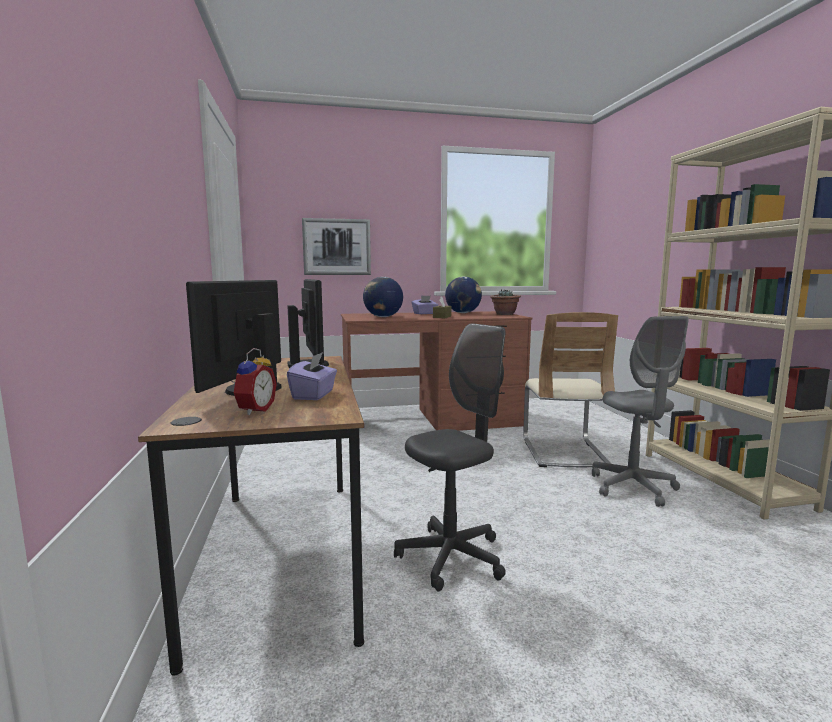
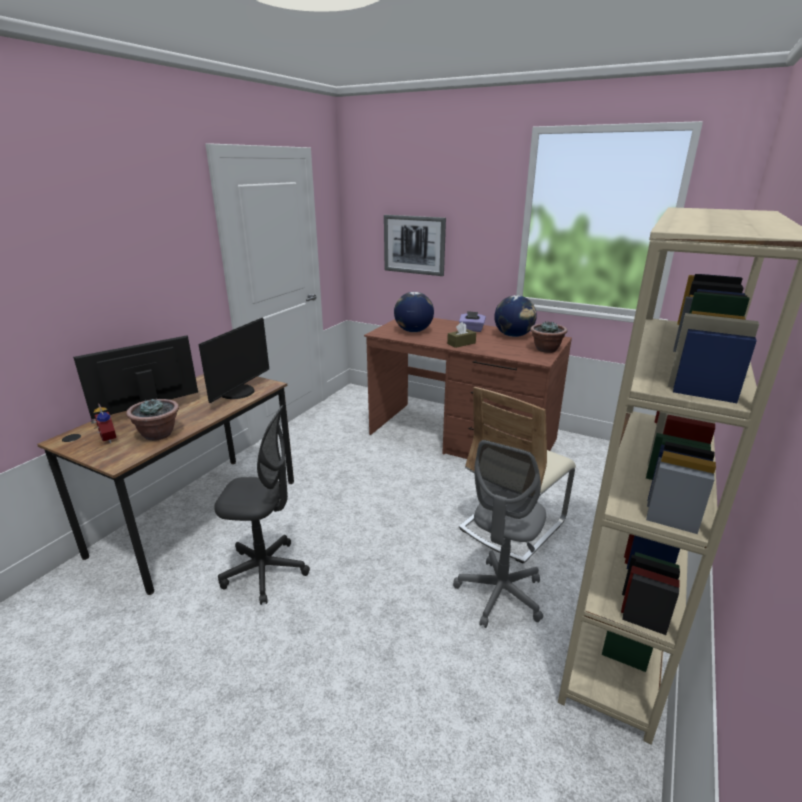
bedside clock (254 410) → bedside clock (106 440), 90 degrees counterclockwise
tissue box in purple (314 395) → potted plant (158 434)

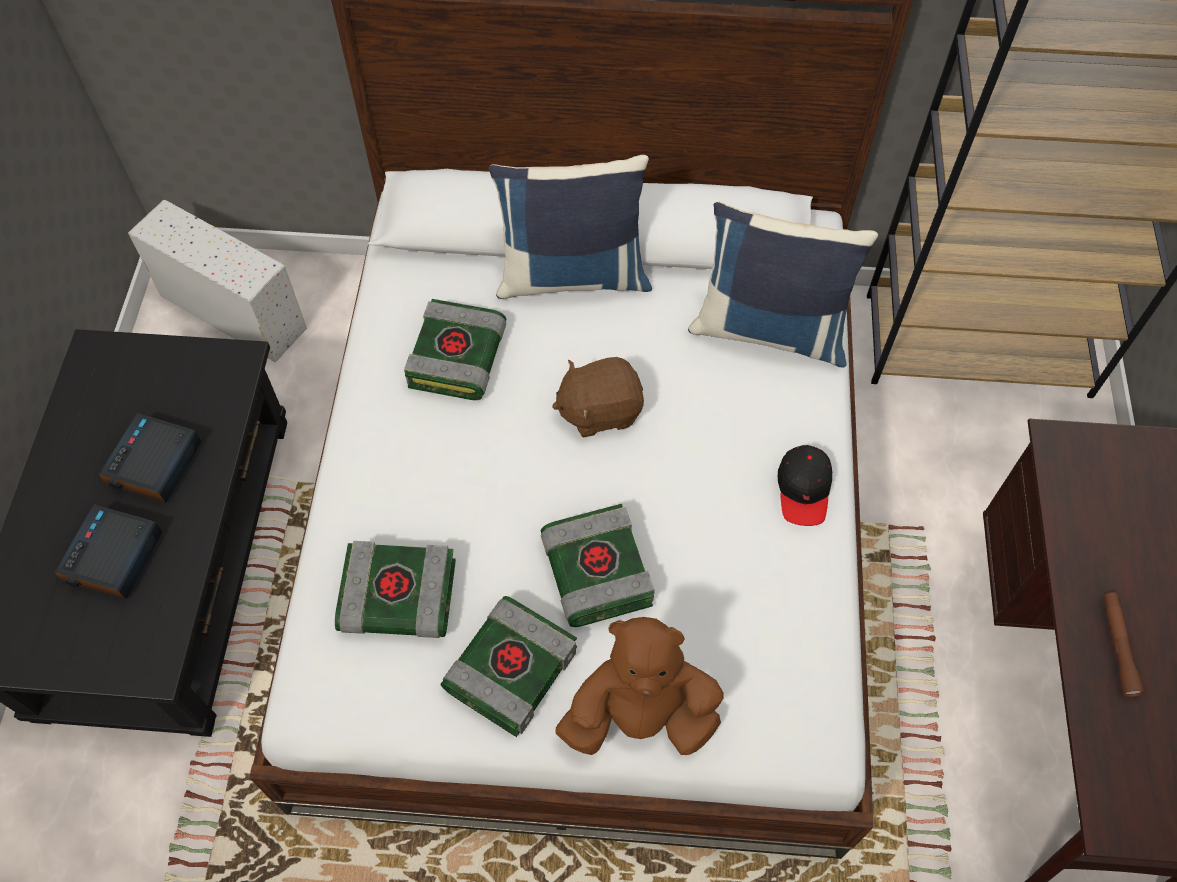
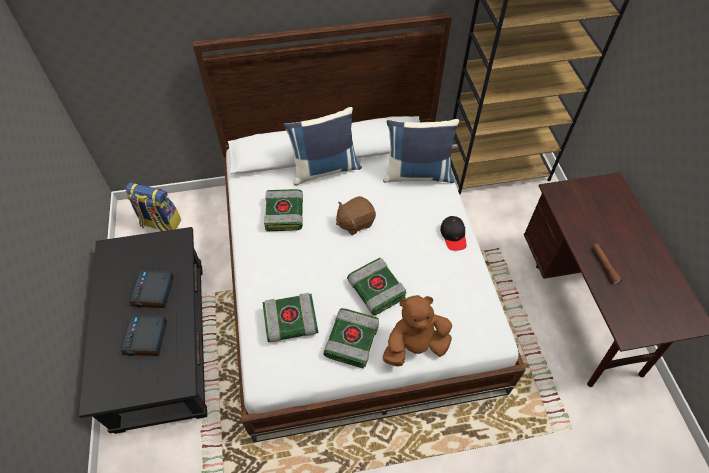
storage box in whitish (231 311) → backpack (160 223)

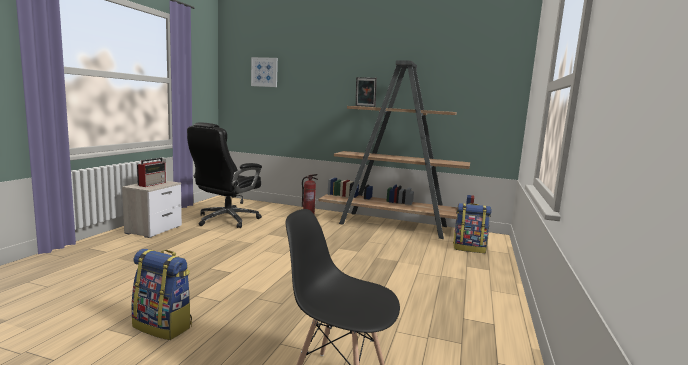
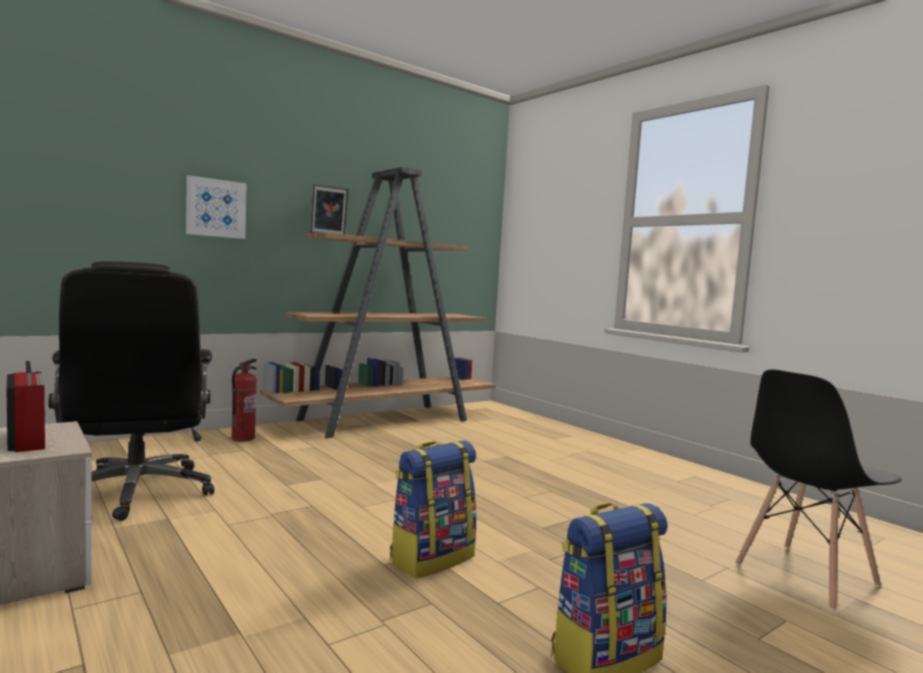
wall picture (264 72) → wall picture (216 208), move
backpack (469 248) → backpack (431 558), move

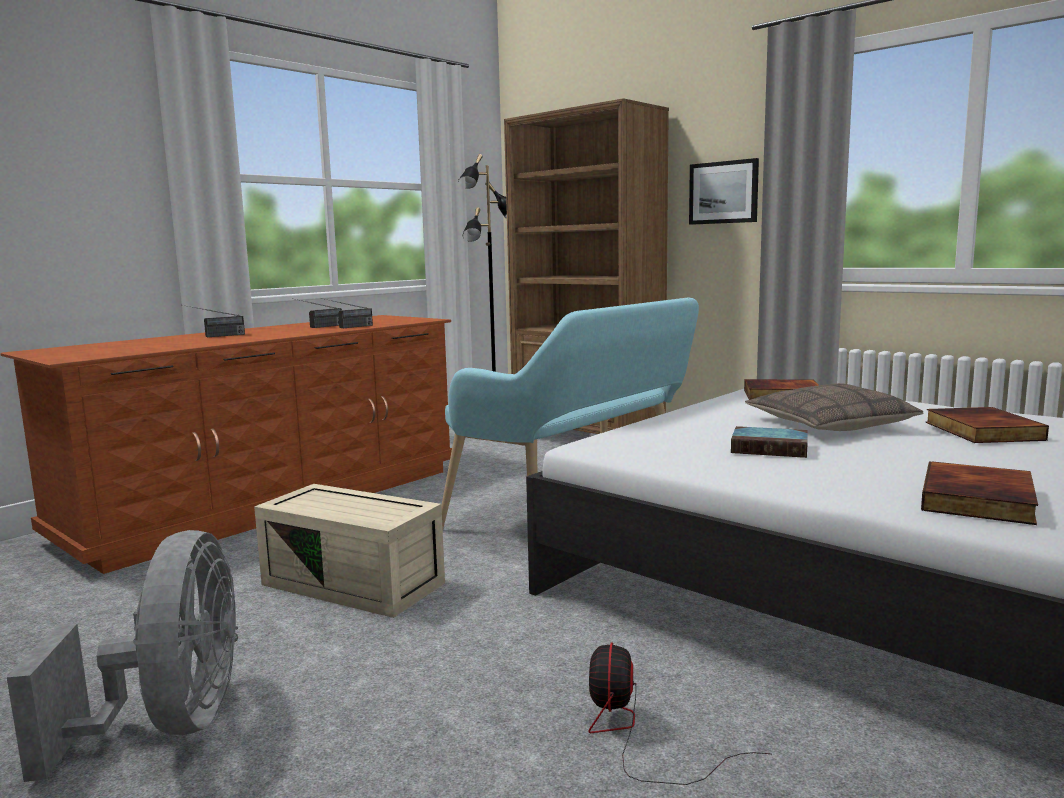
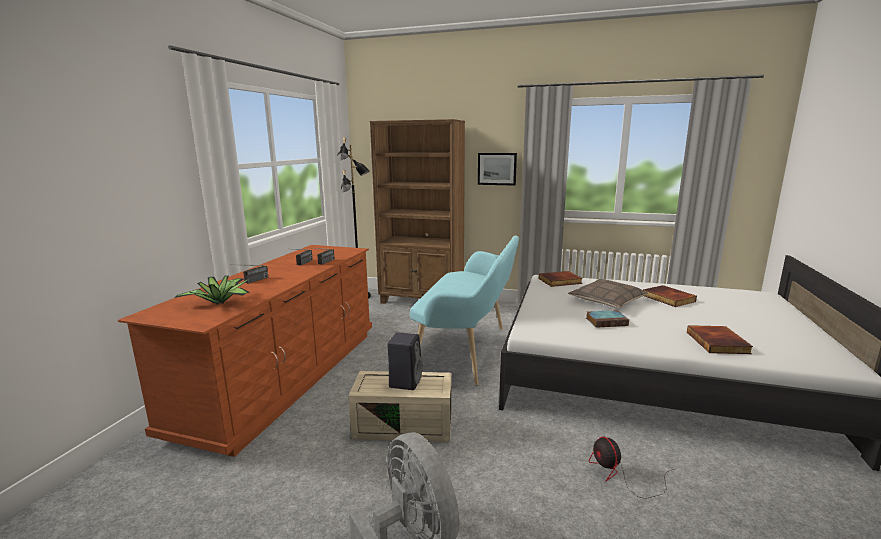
- → potted plant (221 302)
- → audio speaker in black-coloured (405 381)

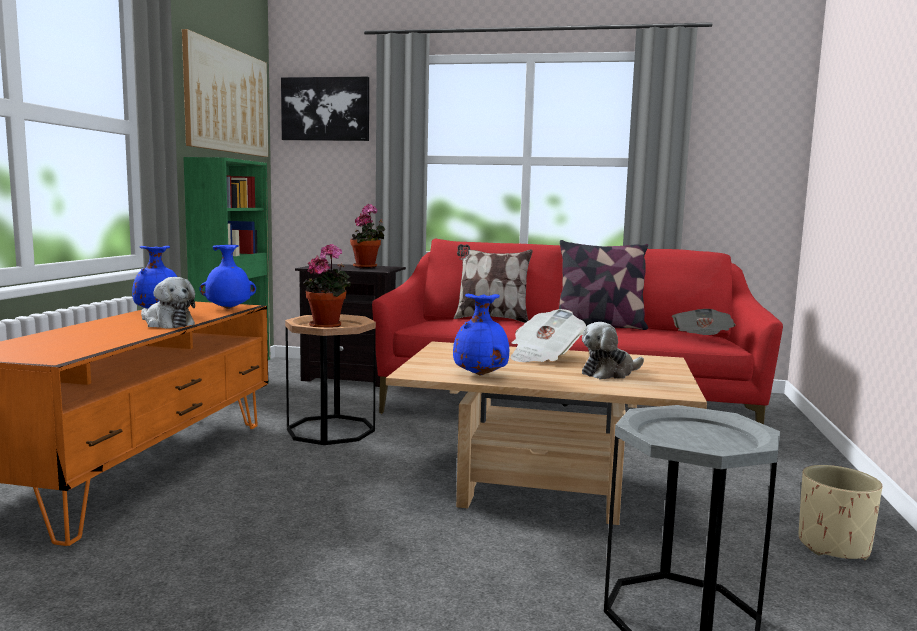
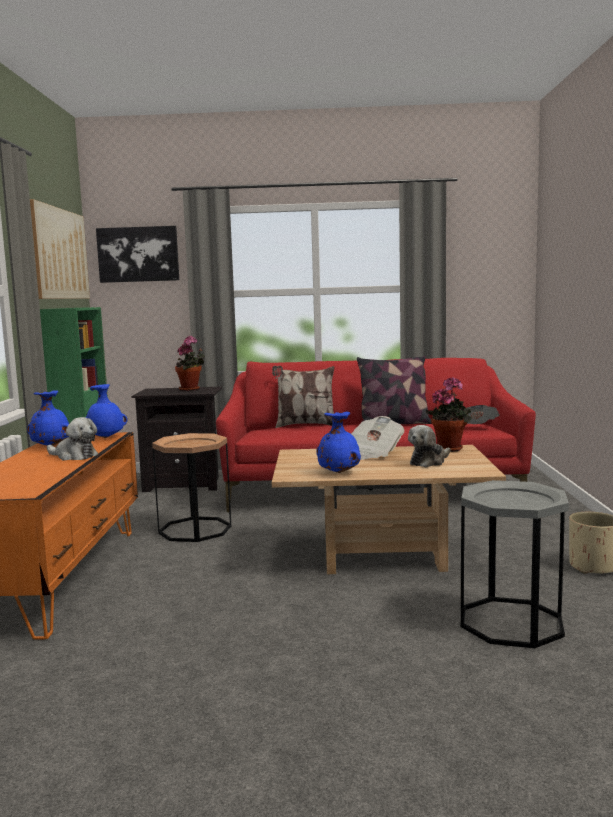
potted plant (328 326) → potted plant (450 448), move

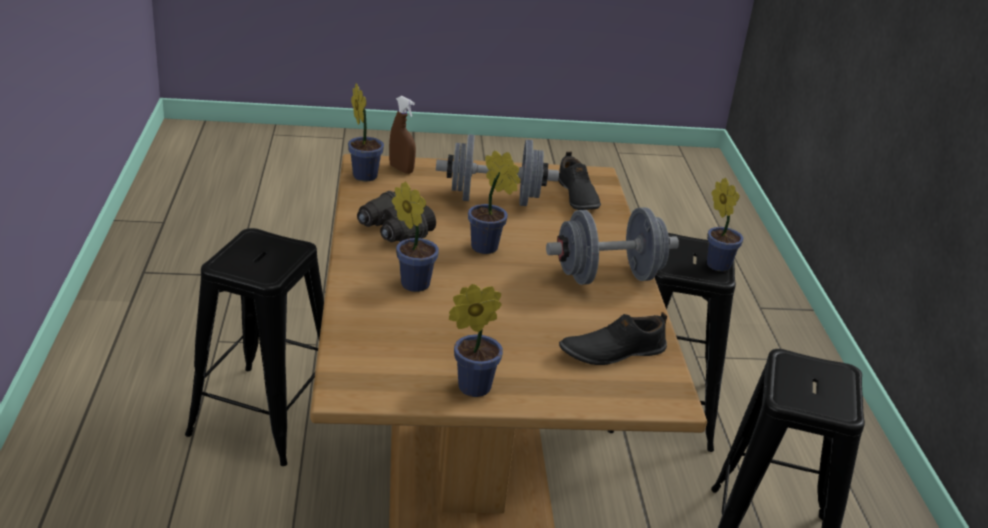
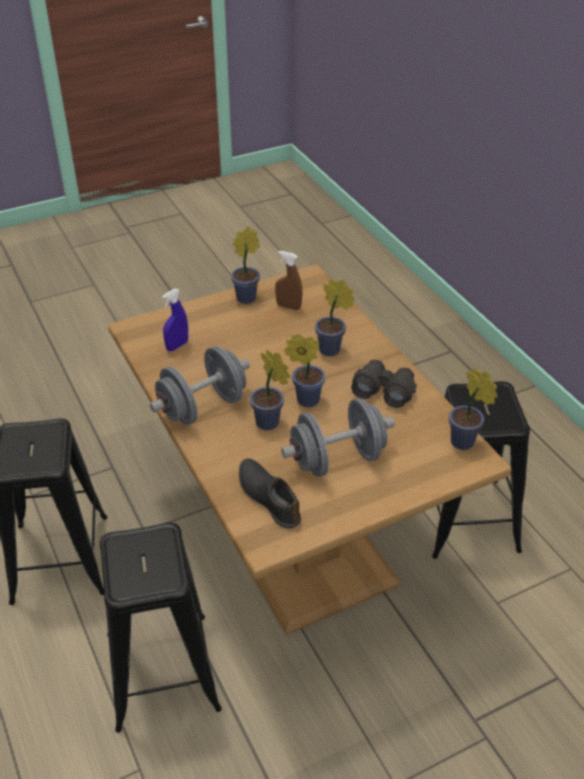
item of footwear in black-coloured (612 351) → hand sprayer in blue (177 346)
potted plant (716 263) → potted plant (270 424), move
hand sprayer in brown (401 169) → hand sprayer in brown (288 307), move

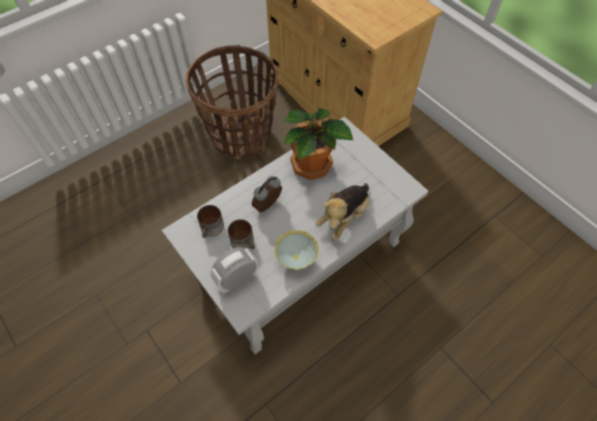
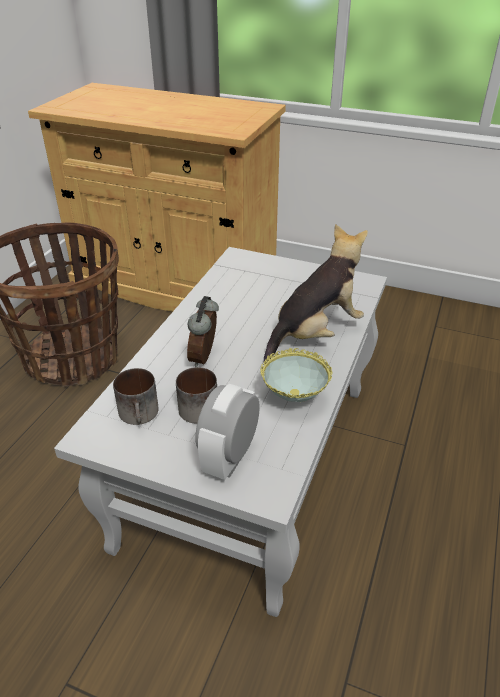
cuddly toy (344 217) → cuddly toy (315 333), 135 degrees counterclockwise
potted plant (312 166) → -

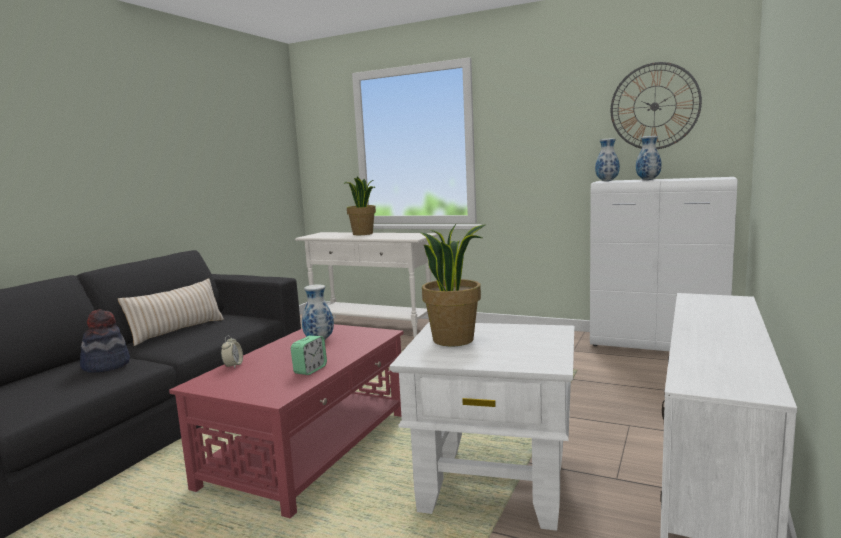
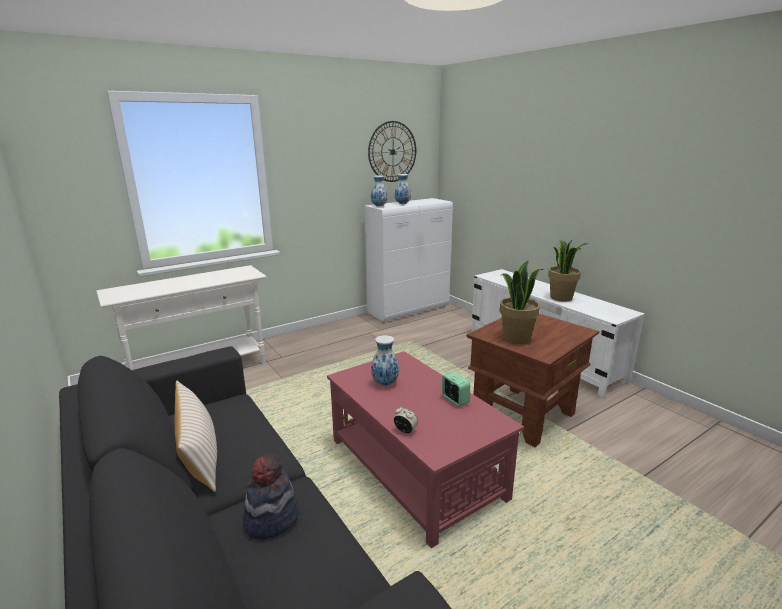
side table in whitish (494 487) → side table in brown (524 415)
potted plant (363 234) → potted plant (561 298), move

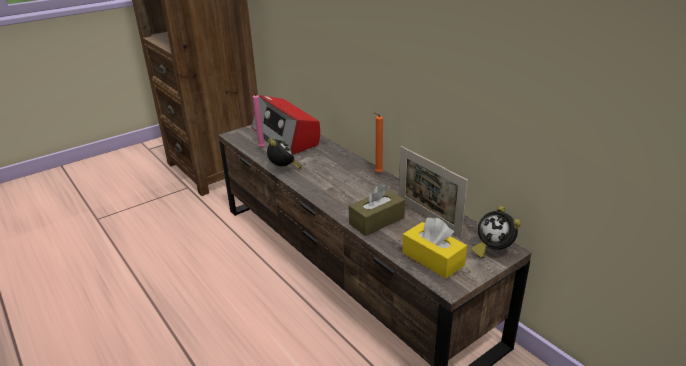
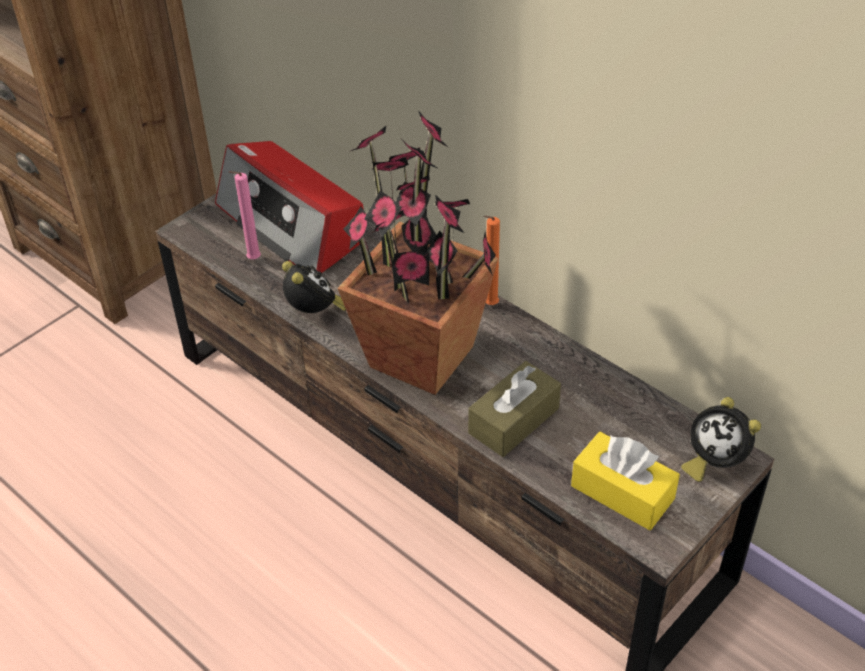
- → potted plant (421 358)
standing frame (428 217) → -

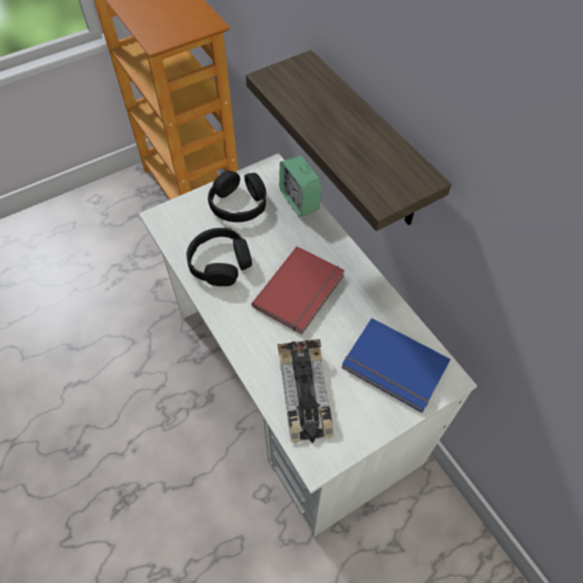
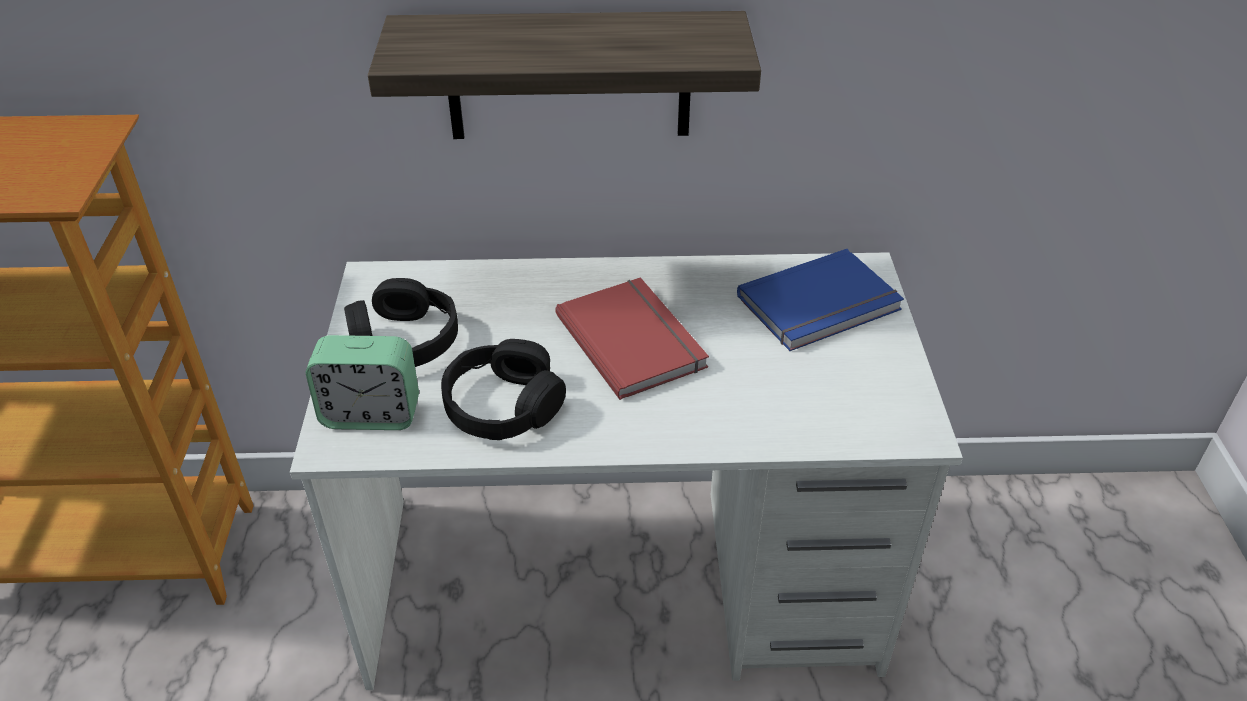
bedside clock (299 200) → bedside clock (371 414), move
miniature car (305 395) → -

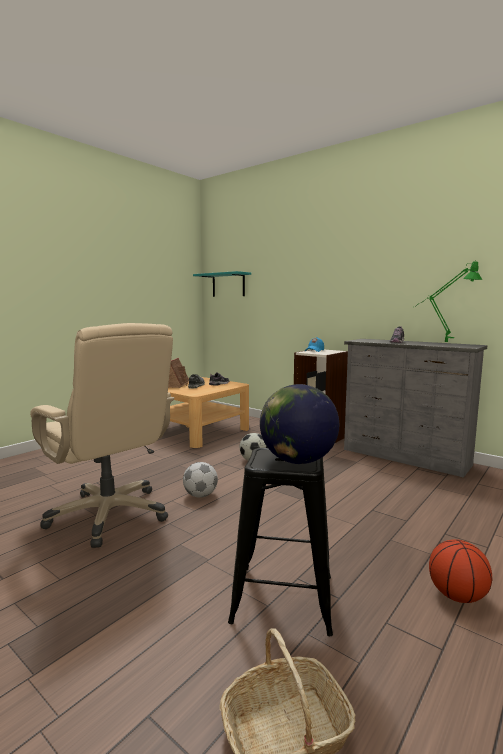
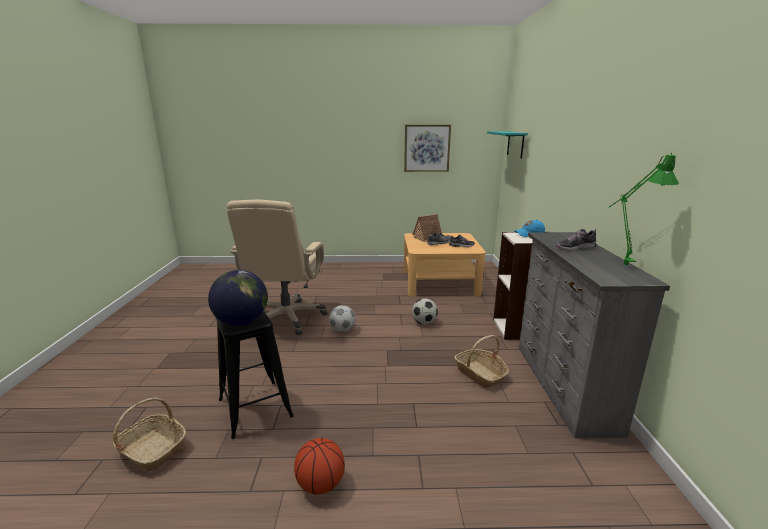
- → wall picture (427 148)
- → storage basket (480 374)

